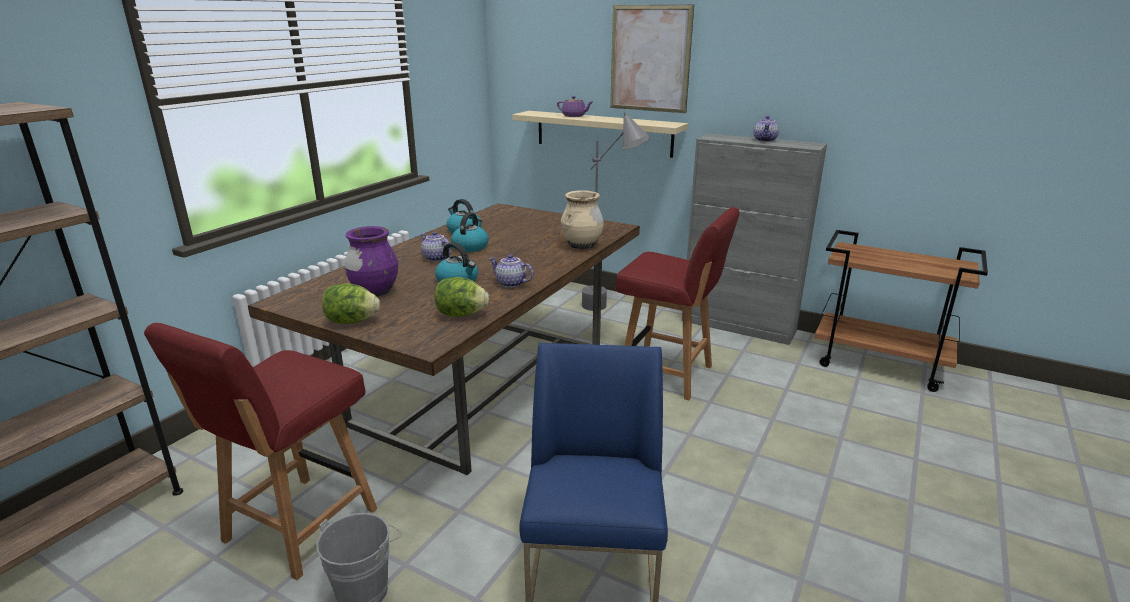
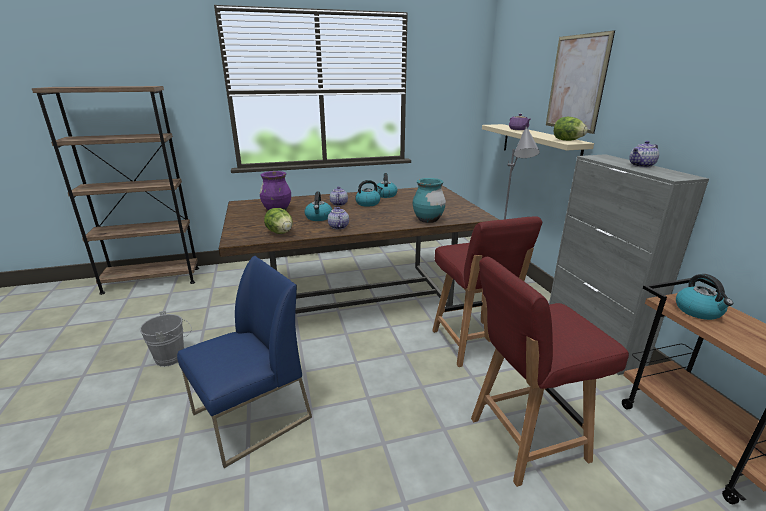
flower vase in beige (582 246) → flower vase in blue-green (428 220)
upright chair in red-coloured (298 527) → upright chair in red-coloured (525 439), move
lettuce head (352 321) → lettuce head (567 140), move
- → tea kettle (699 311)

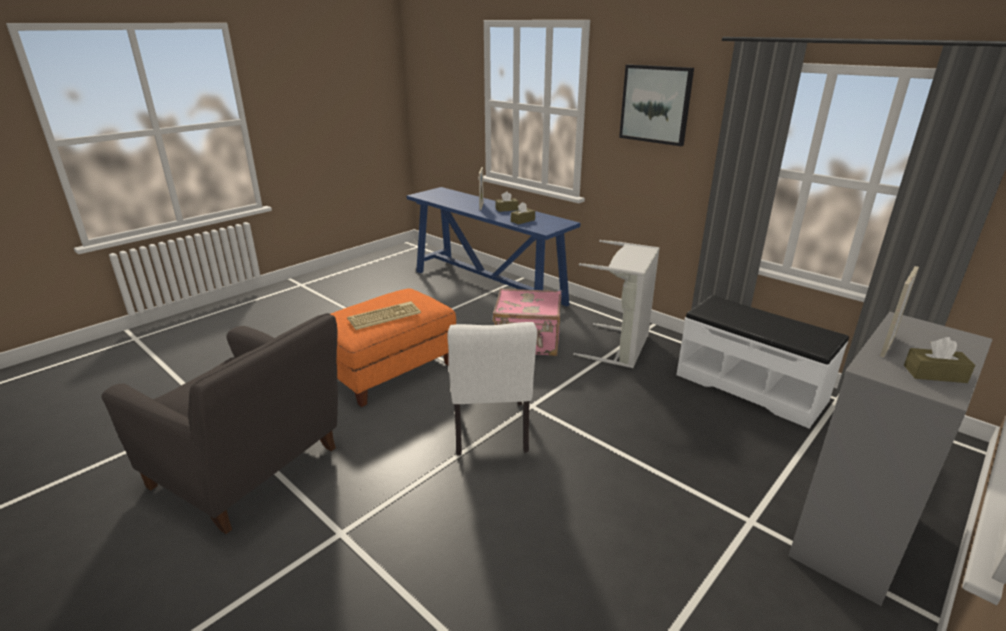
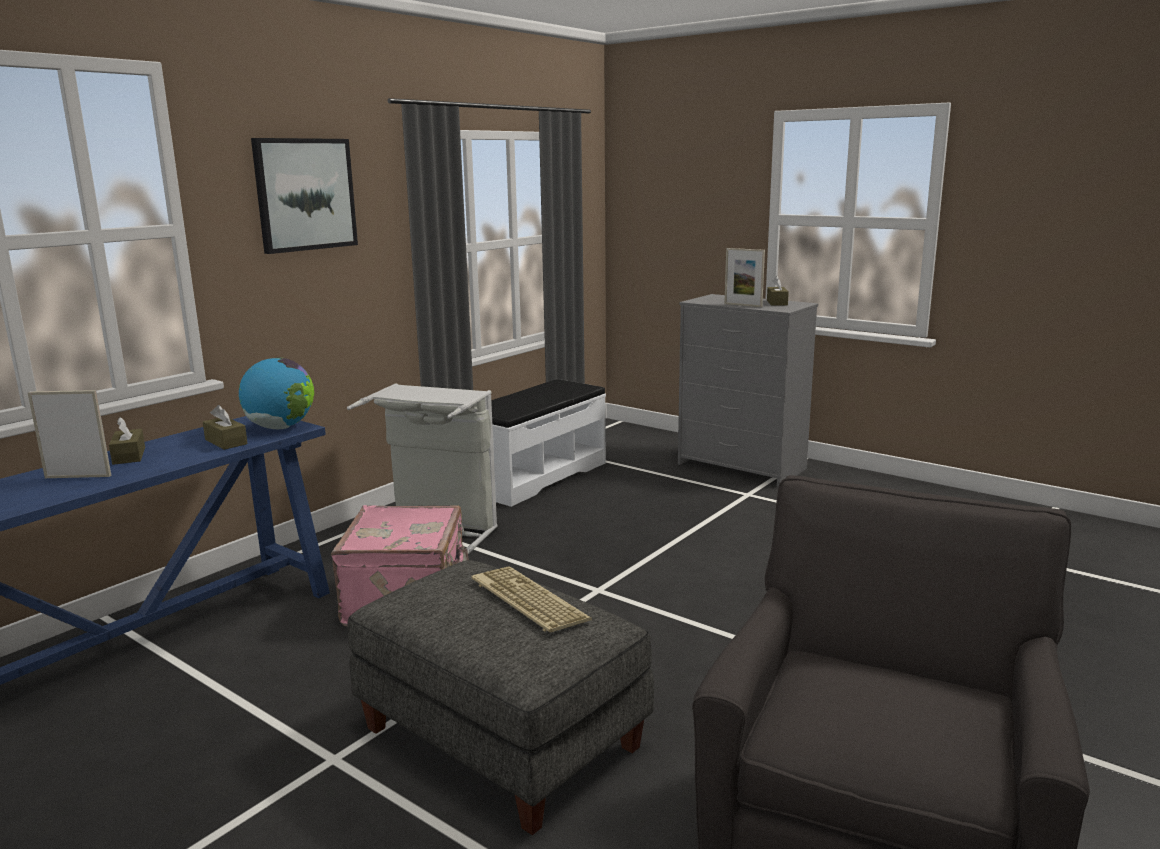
- → world globe (280 428)
pouffe in orangey (389 369) → pouffe in greyish (498 738)
upright chair in whitish (490 433) → -

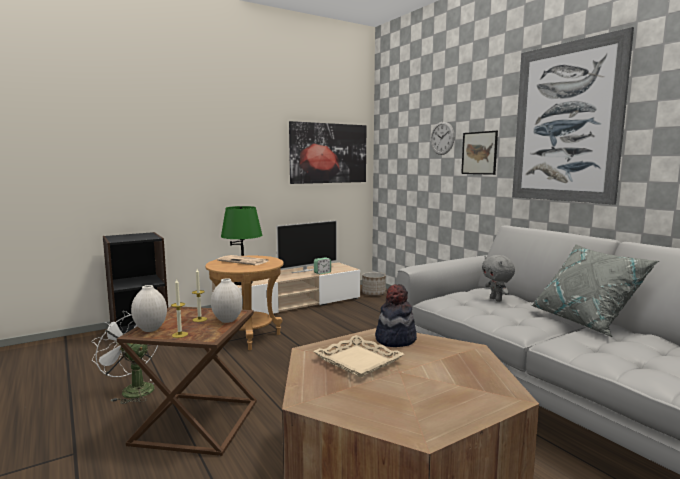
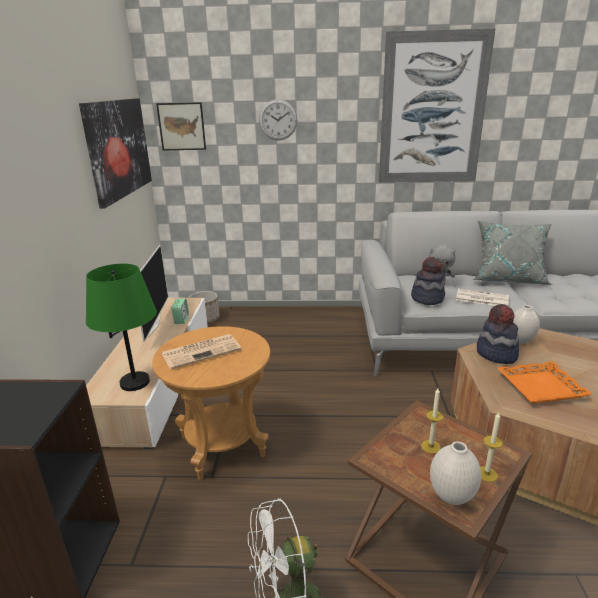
wall picture (479 153) → wall picture (182 126), move
- → hat (427 298)
- → daily paper (481 299)
tray in beige (359 361) → tray in orangey (540 387)
flower vase in whitish (228 320) → flower vase in whitish (521 340), move

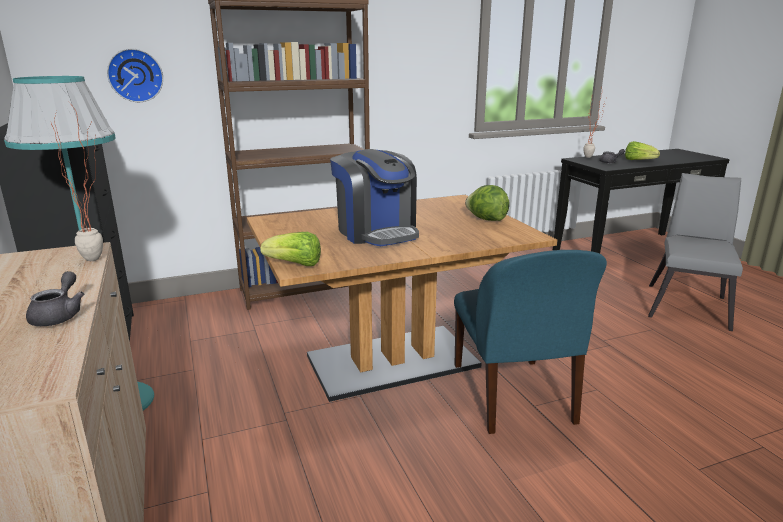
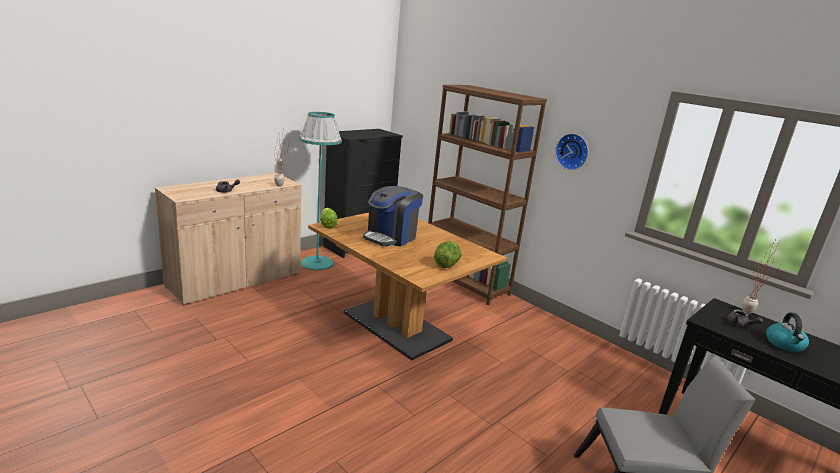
clock on the wall (135 75) → clock on the wall (573 151), move
lettuce head (638 160) → tea kettle (784 344)
upright chair in blue (513 397) → -

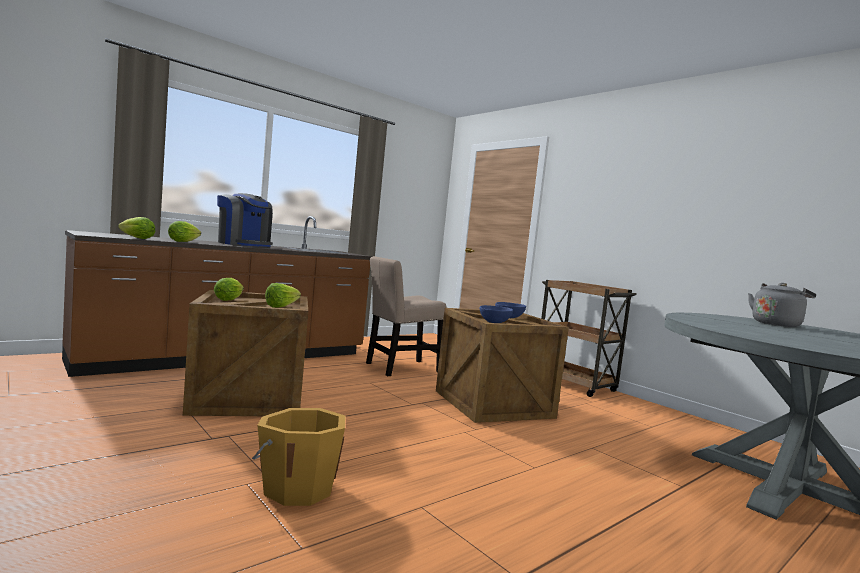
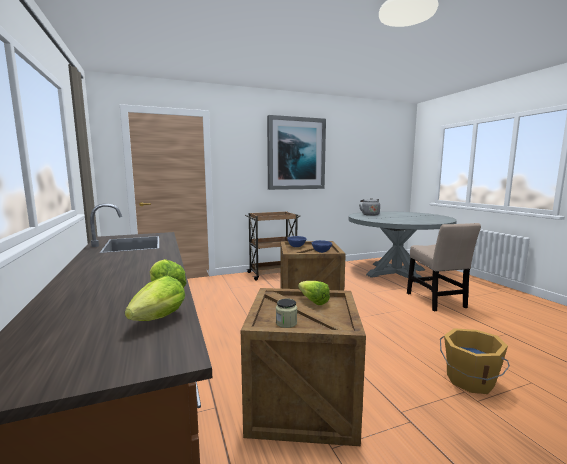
- → wall picture (296 154)
lettuce head (229 300) → preserve jar (286 323)
upright chair in beige (399 368) → upright chair in beige (436 301), move
coffee brewer (244 245) → -

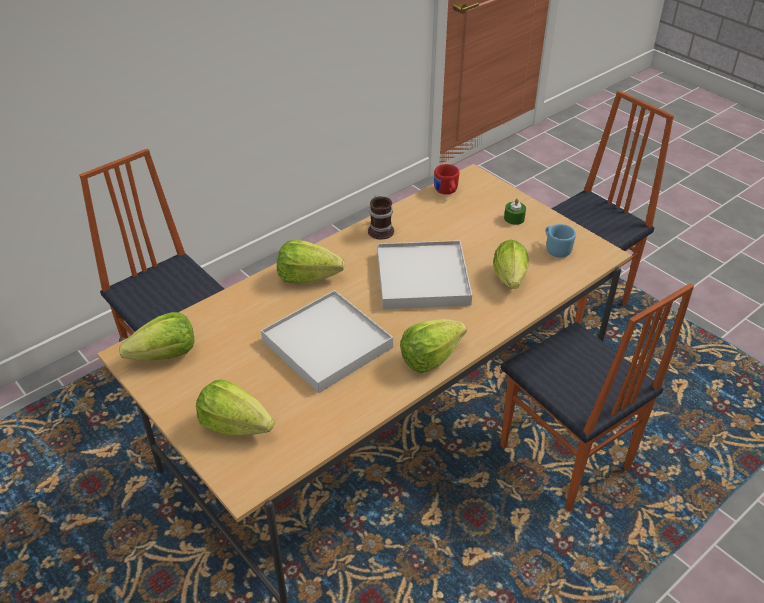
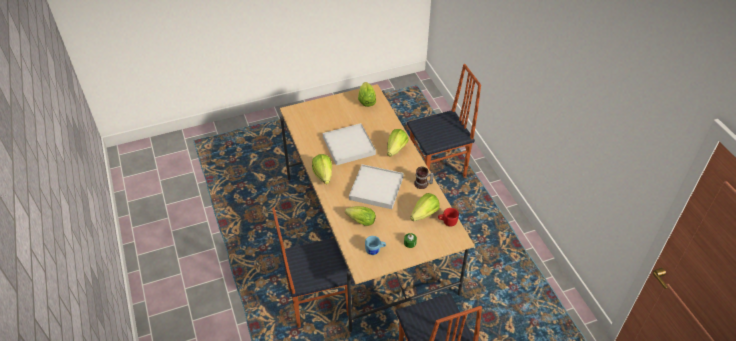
lettuce head (235 425) → lettuce head (424 214), move

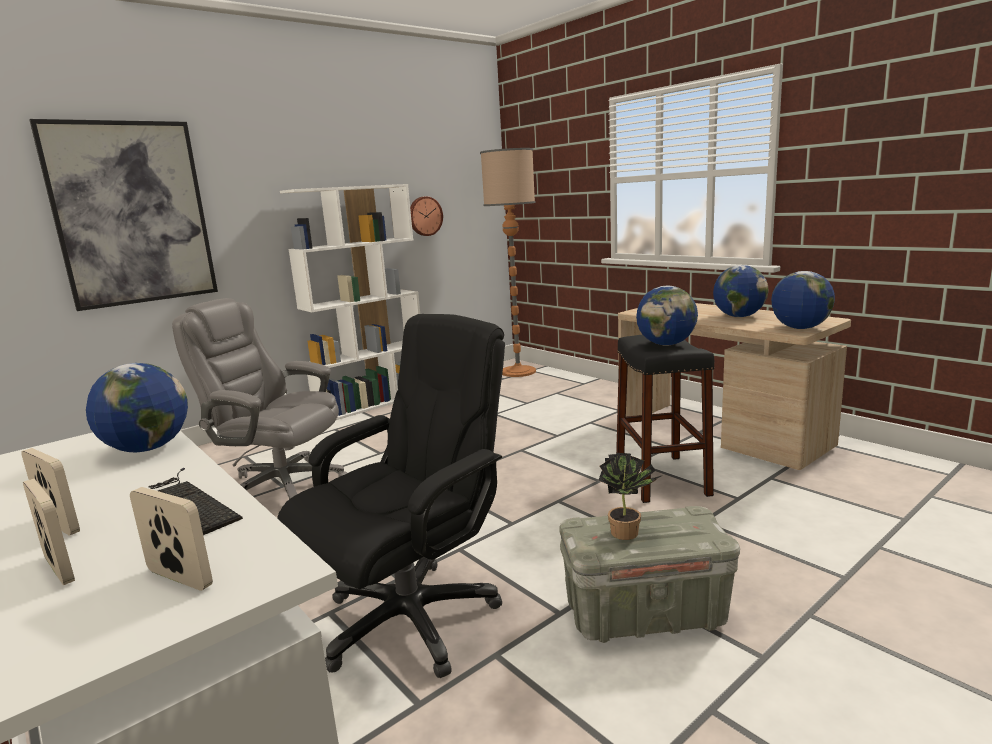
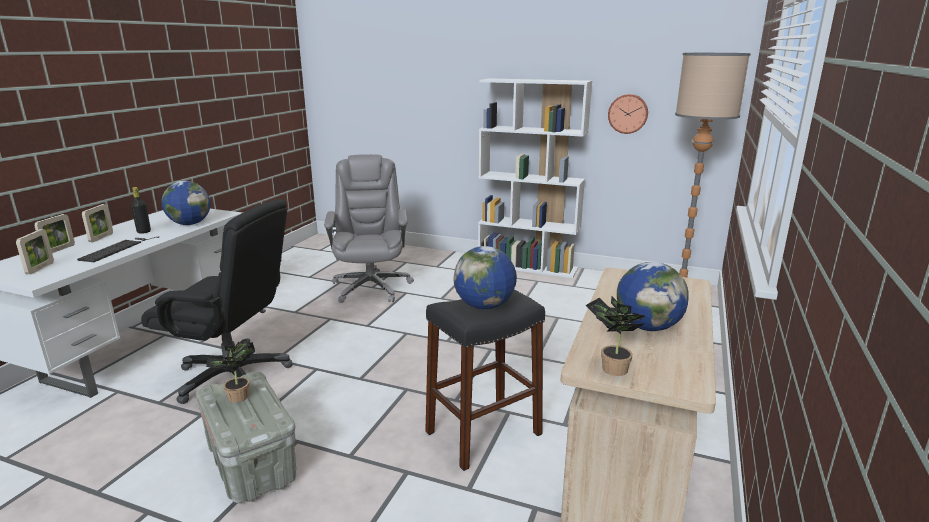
- → beverage bottle in black-coloured (144 232)
world globe (800 328) → potted plant (610 368)
wall picture (132 214) → -

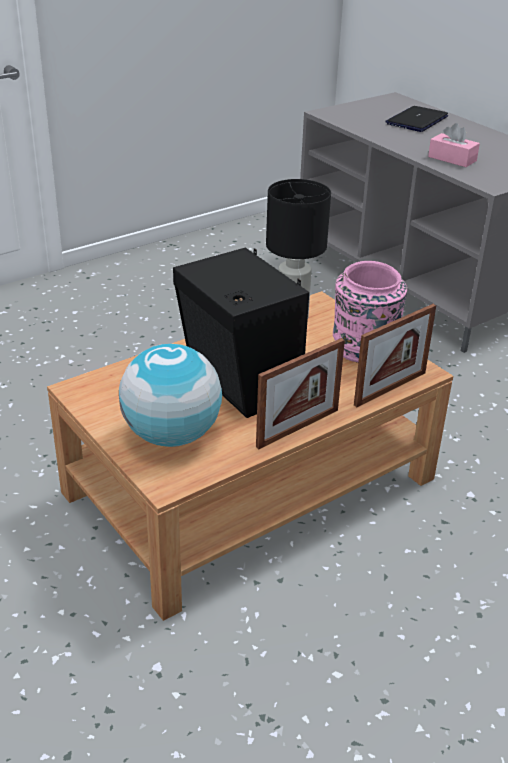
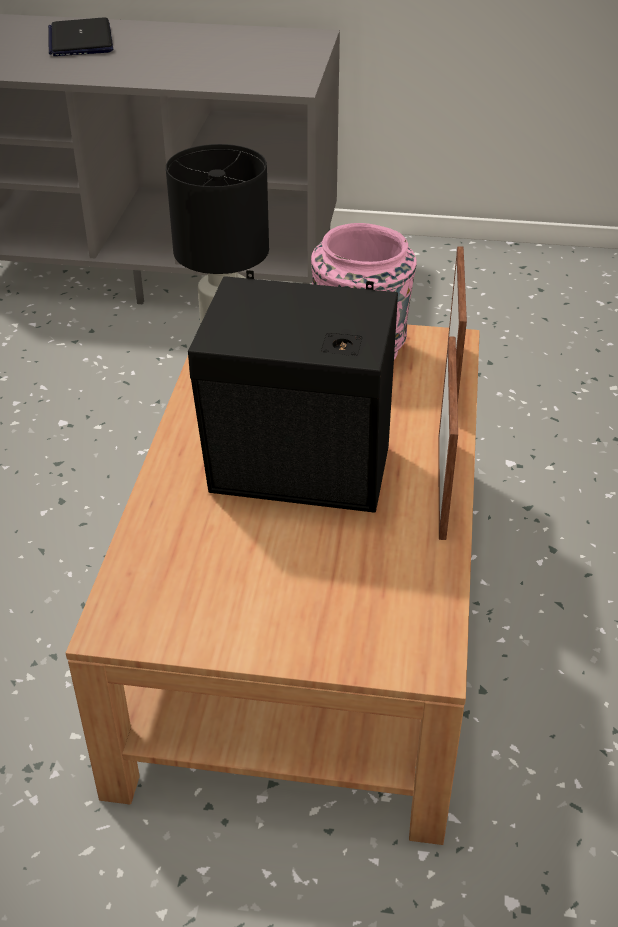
world globe (172 435) → -
tissue box in pinkish (452 159) → -

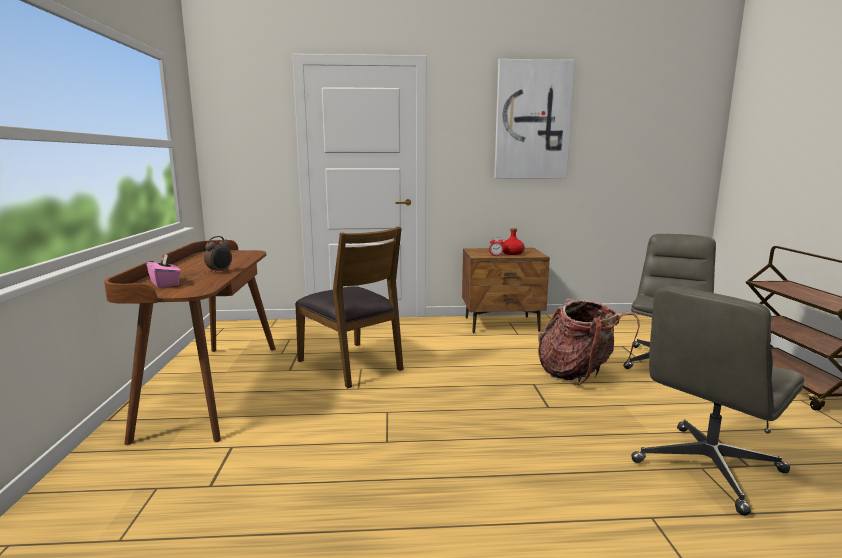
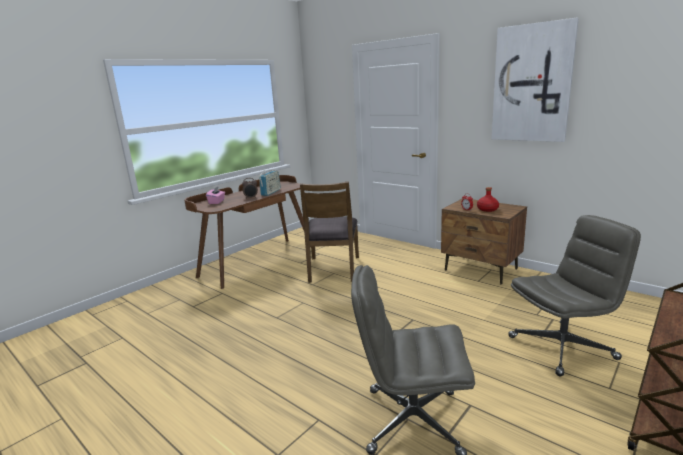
- → radio set (271 192)
backpack (578 374) → -

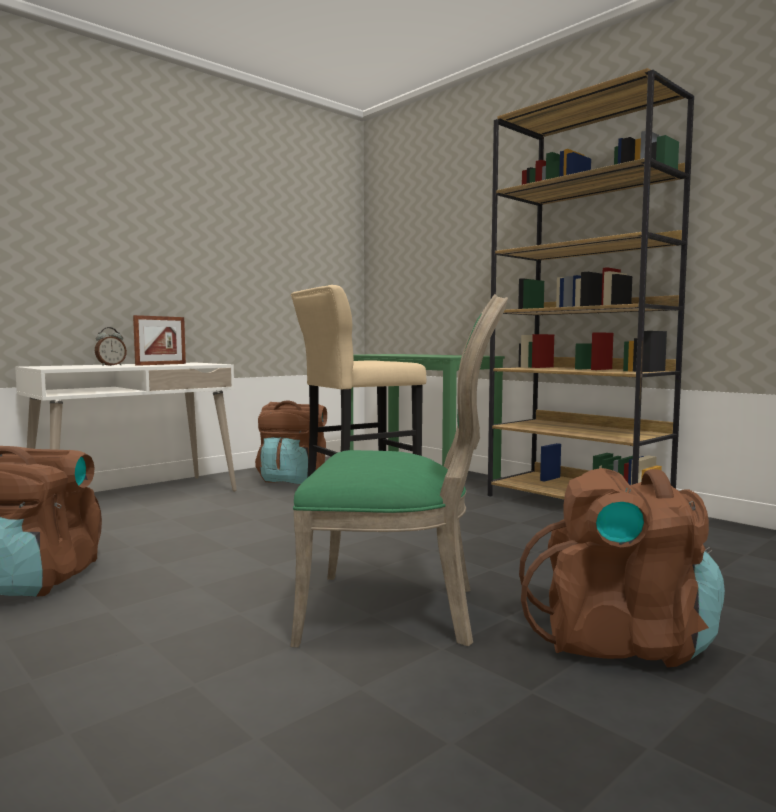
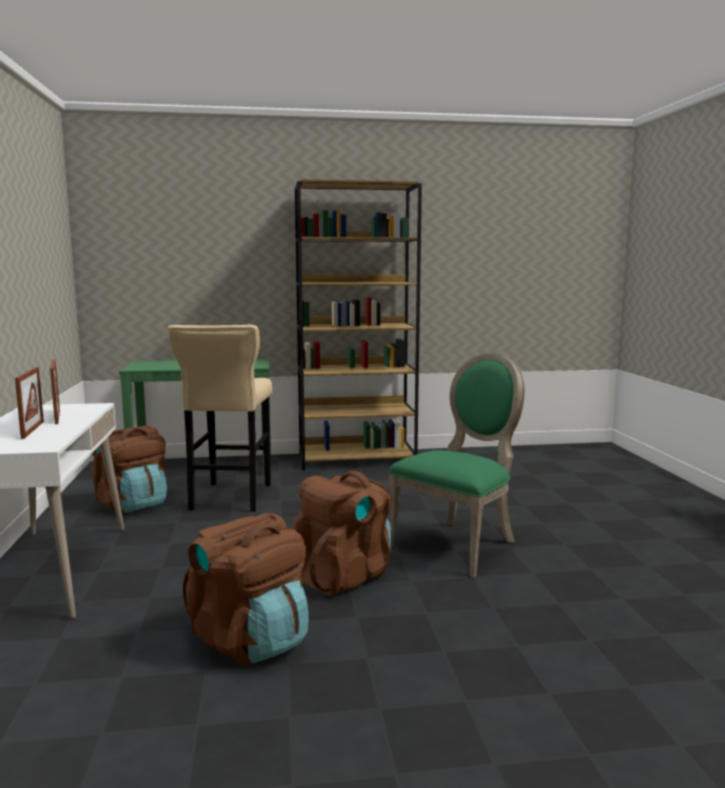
bedside clock (110 365) → standing frame (32 429)
backpack in brown (620 641) → backpack in brown (343 575), move

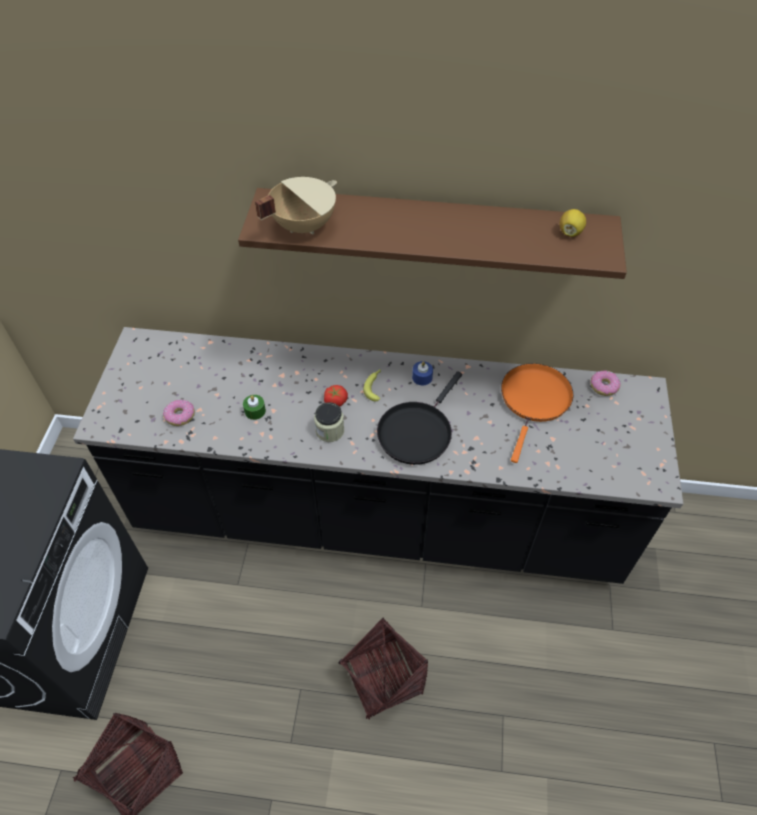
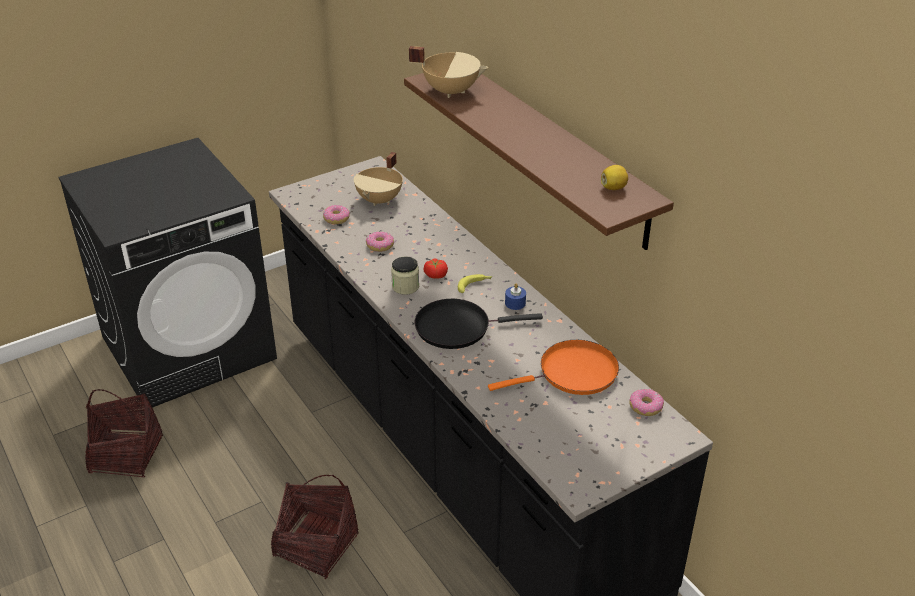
- → cooking pot in beige (380 200)
wax light in green (255 411) → donut (380 245)

